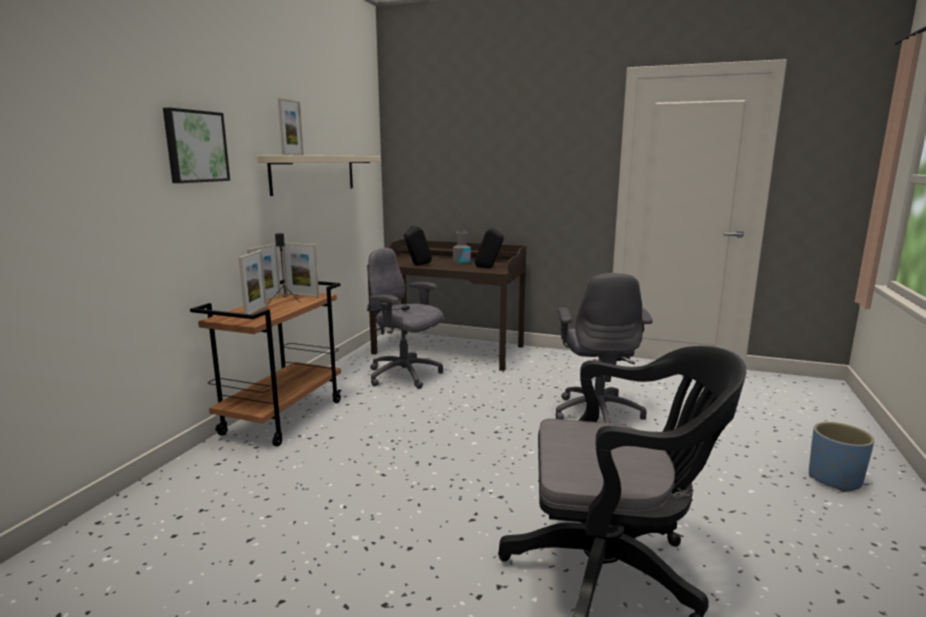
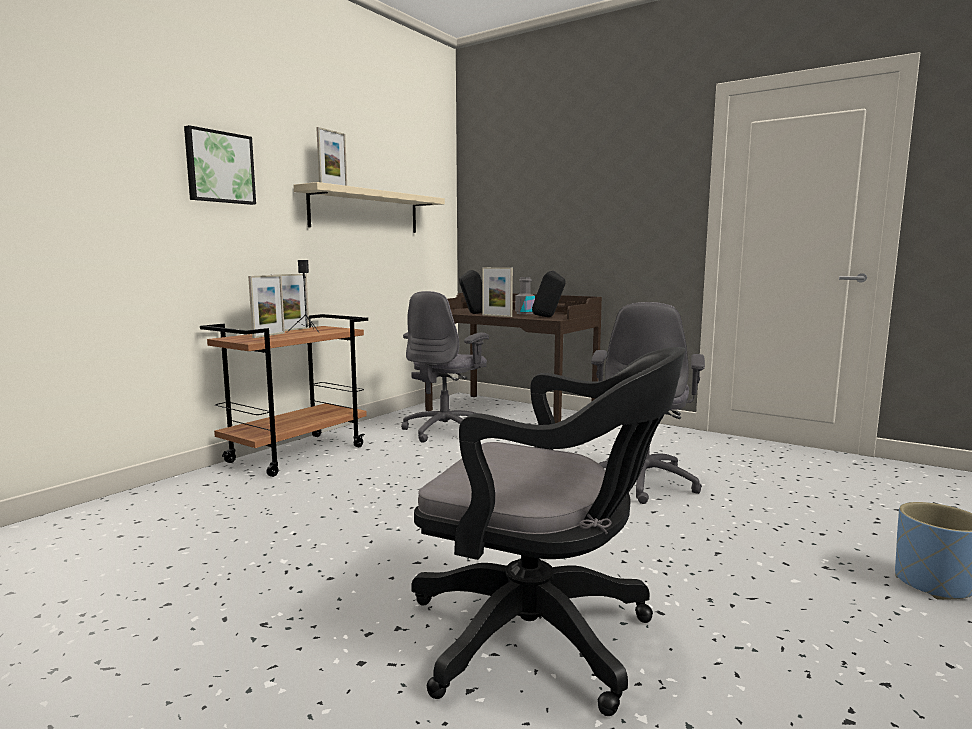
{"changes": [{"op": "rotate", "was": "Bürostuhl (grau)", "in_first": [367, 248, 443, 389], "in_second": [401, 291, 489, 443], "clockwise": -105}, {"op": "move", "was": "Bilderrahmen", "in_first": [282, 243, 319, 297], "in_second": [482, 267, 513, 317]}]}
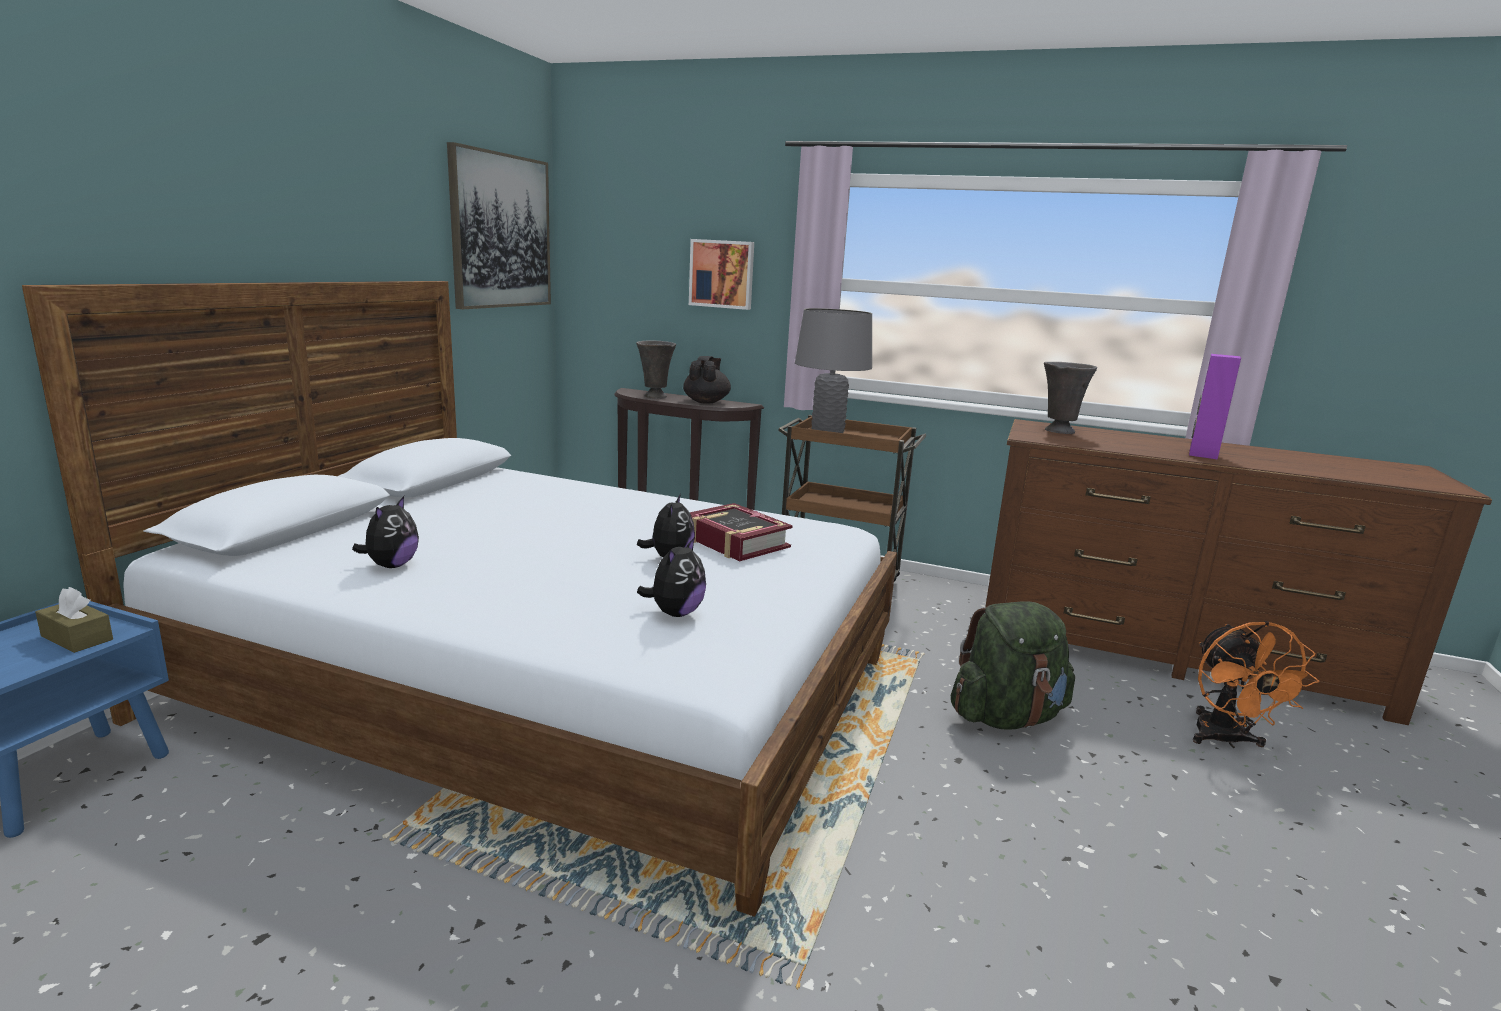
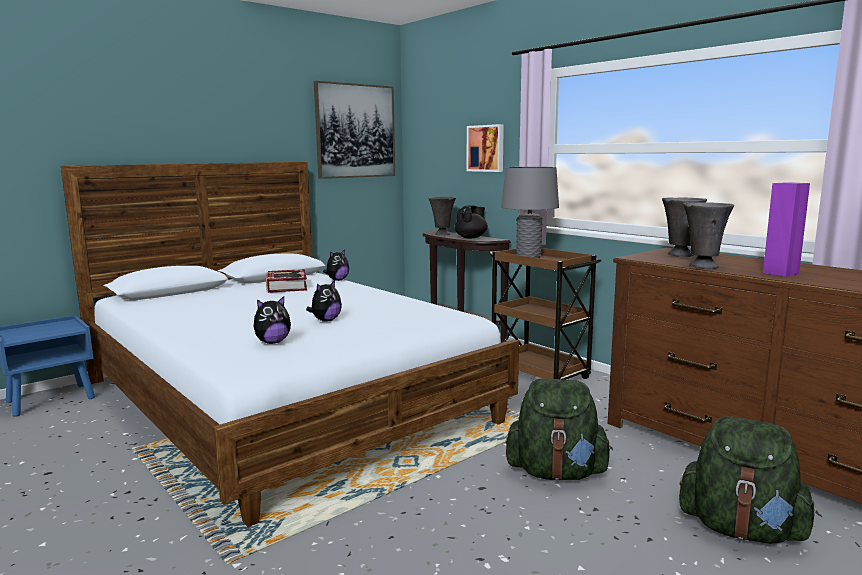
{"changes": [{"op": "move", "was": "Buch", "in_first": [690, 503, 793, 561], "in_second": [266, 269, 307, 293]}, {"op": "move", "was": "Plüschtier", "in_first": [352, 496, 419, 568], "in_second": [323, 249, 349, 281]}, {"op": "replace", "was": "Ventilator (orange)", "now": "Rucksack (grün)", "in_first": [1193, 621, 1319, 748], "in_second": [679, 416, 819, 544]}, {"op": "insert", "now": "Vase (grau)", "in_second": [683, 202, 734, 269]}, {"op": "delete", "was": "Taschentuchbox (braun)", "in_first": [35, 587, 113, 653]}]}
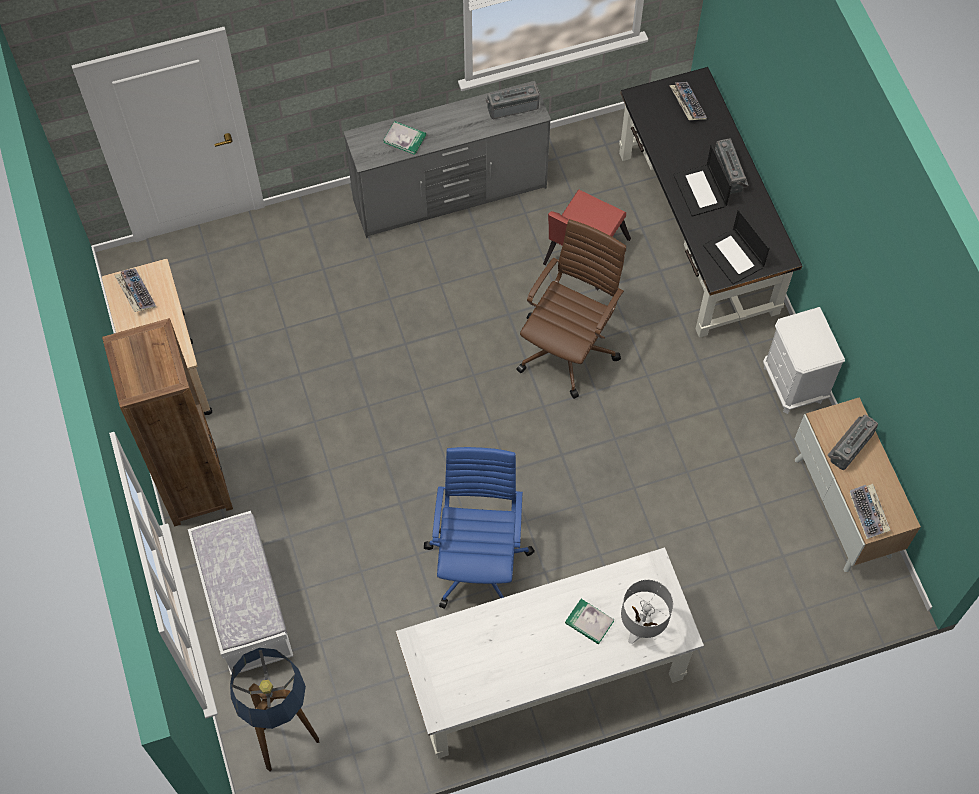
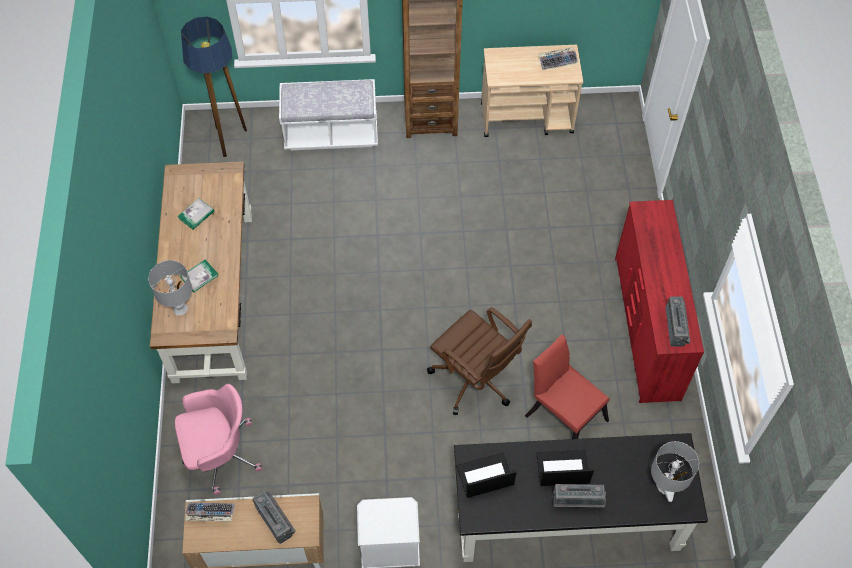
{"changes": [{"op": "recolor", "was": "Schreibtisch (weiß)", "now": "Schreibtisch (braun)", "in_first": [396, 547, 704, 759], "in_second": [150, 161, 252, 383]}, {"op": "insert", "now": "Bürostuhl (rosa)", "in_second": [175, 384, 262, 495]}, {"op": "move", "was": "Buch", "in_first": [383, 121, 426, 155], "in_second": [178, 198, 214, 230]}, {"op": "recolor", "was": "Kommode (grau)", "now": "Kommode (rot)", "in_first": [344, 81, 551, 238], "in_second": [615, 200, 704, 403]}, {"op": "replace", "was": "Tastatur", "now": "Tischlampe (grau)", "in_first": [669, 82, 707, 120], "in_second": [651, 441, 699, 502]}, {"op": "delete", "was": "Bürostuhl (blau)", "in_first": [424, 447, 535, 609]}]}
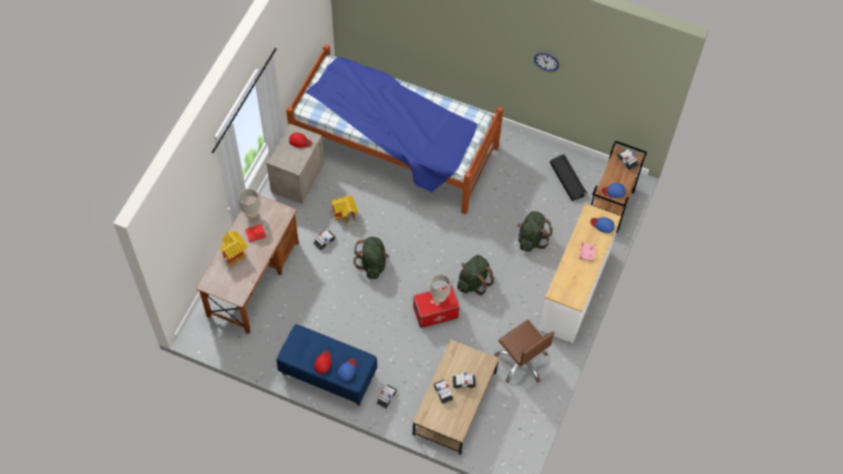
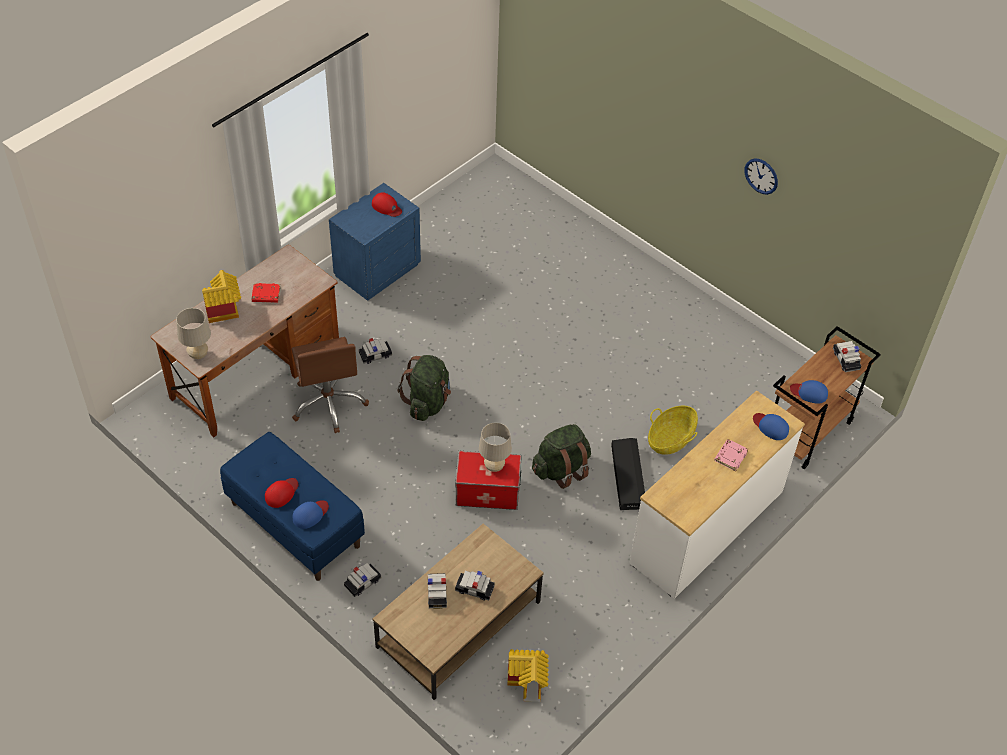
{"changes": [{"op": "move", "was": "Tischlampe (beige)", "in_first": [239, 189, 261, 219], "in_second": [176, 308, 211, 359]}, {"op": "move", "was": "Bürostuhl (braun)", "in_first": [495, 320, 555, 383], "in_second": [291, 337, 369, 433]}, {"op": "recolor", "was": "Nachttisch (beige)", "now": "Nachttisch (blau)", "in_first": [266, 123, 324, 204], "in_second": [329, 183, 421, 301]}, {"op": "move", "was": "Spielzeughaus", "in_first": [331, 195, 359, 225], "in_second": [507, 649, 549, 702]}, {"op": "move", "was": "Aufbewahrungsbox (schwarz)", "in_first": [550, 154, 587, 201], "in_second": [611, 438, 645, 510]}, {"op": "replace", "was": "Rucksack (grün)", "now": "Korb", "in_first": [517, 211, 552, 252], "in_second": [648, 406, 698, 455]}, {"op": "delete", "was": "Bett", "in_first": [286, 44, 504, 214]}]}
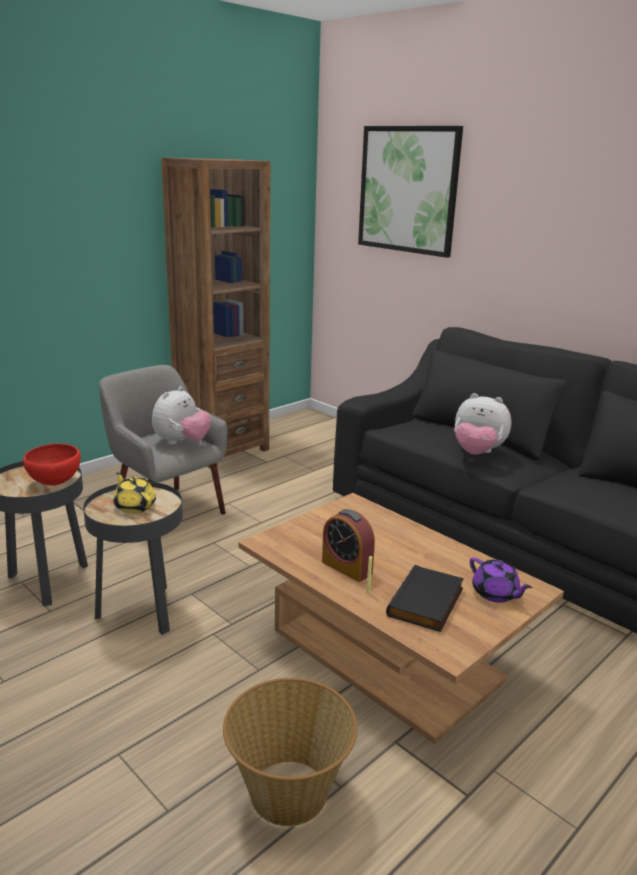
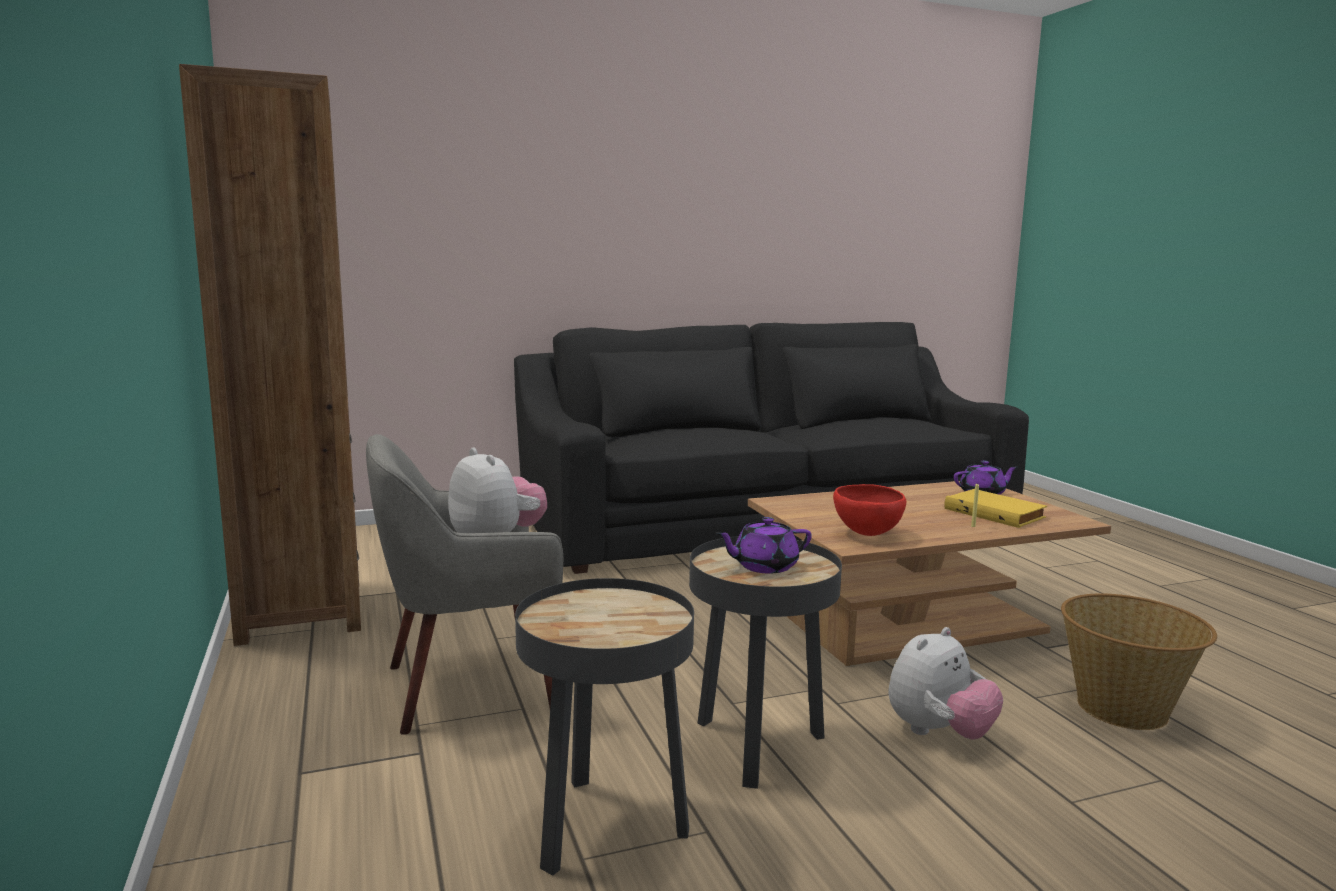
{"changes": [{"op": "recolor", "was": "Teekanne (gelb)", "now": "Teekanne (lila)", "in_first": [113, 472, 156, 513], "in_second": [716, 517, 812, 574]}, {"op": "move", "was": "Schüssel (rot)", "in_first": [23, 443, 81, 486], "in_second": [833, 484, 906, 536]}, {"op": "move", "was": "Plüschtier", "in_first": [454, 393, 512, 455], "in_second": [888, 627, 1003, 740]}, {"op": "recolor", "was": "Buch (schwarz)", "now": "Buch (gelb)", "in_first": [386, 565, 464, 632], "in_second": [944, 489, 1047, 528]}, {"op": "delete", "was": "Wecker", "in_first": [322, 509, 375, 582]}, {"op": "delete", "was": "Bild", "in_first": [358, 126, 463, 258]}]}
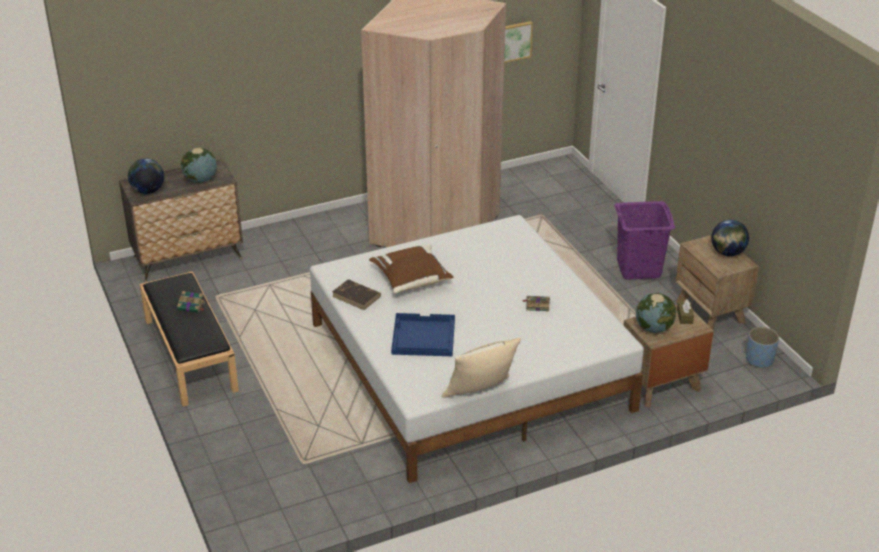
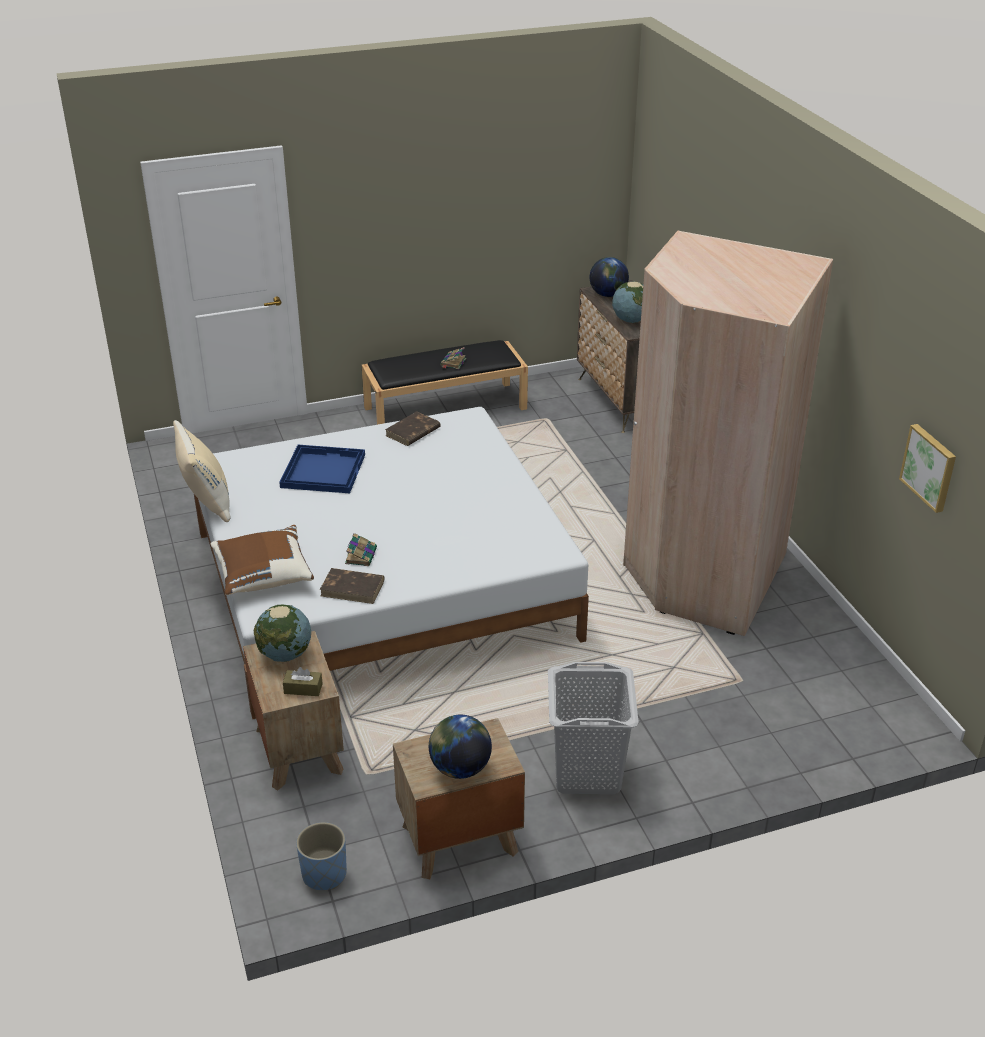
{"changes": [{"op": "move", "was": "Kissen (braun)", "in_first": [369, 244, 454, 294], "in_second": [211, 525, 314, 595]}, {"op": "insert", "now": "Buch (braun)", "in_second": [320, 568, 385, 604]}, {"op": "recolor", "was": "Wäschekorb (lila)", "now": "Wäschekorb (grau)", "in_first": [615, 201, 675, 280], "in_second": [548, 662, 639, 794]}]}
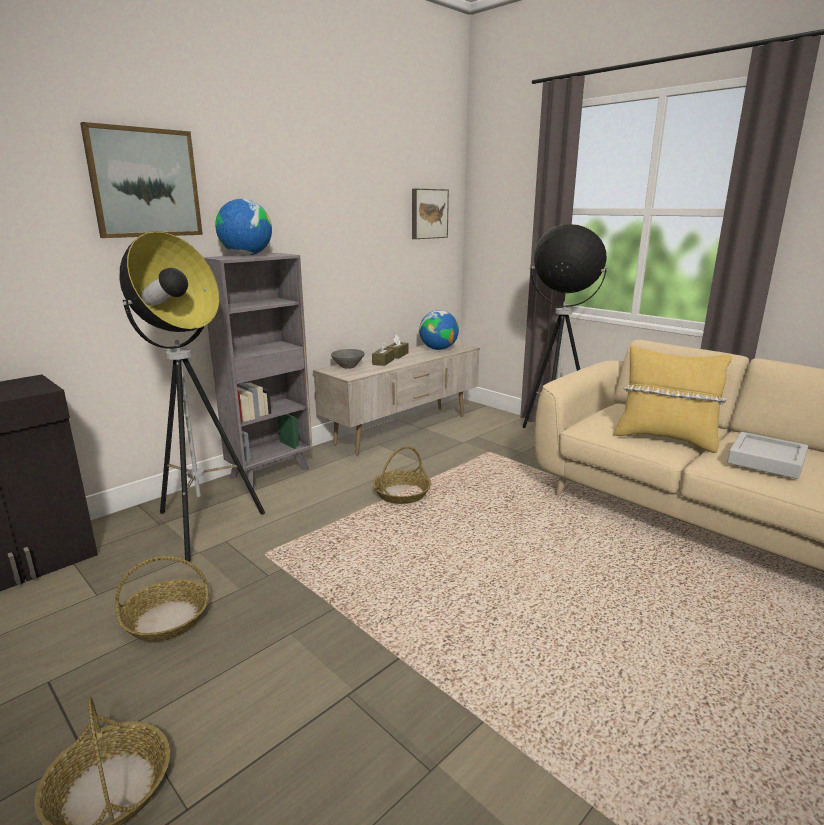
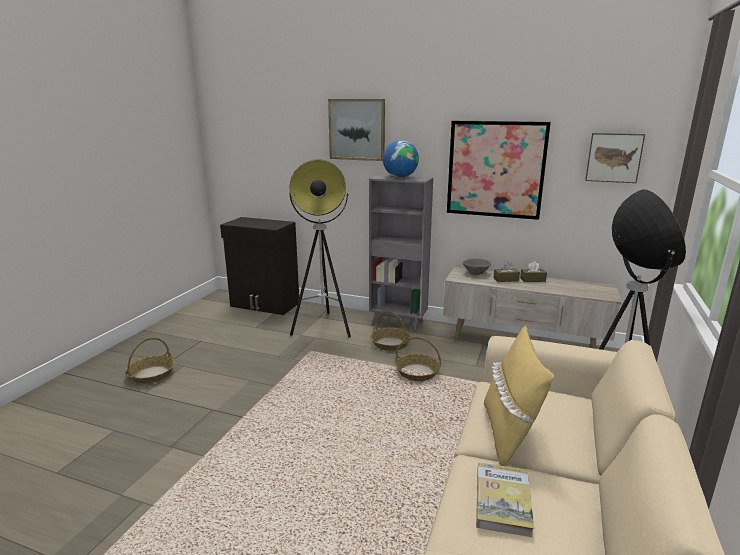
{"changes": [{"op": "move", "was": "Korb", "in_first": [115, 556, 209, 642], "in_second": [370, 311, 411, 351]}, {"op": "insert", "now": "Bild", "in_second": [447, 121, 551, 220]}, {"op": "replace", "was": "Tablett (grau)", "now": "Buch", "in_first": [727, 432, 808, 479], "in_second": [476, 463, 534, 537]}, {"op": "delete", "was": "Globus", "in_first": [419, 310, 459, 350]}]}
